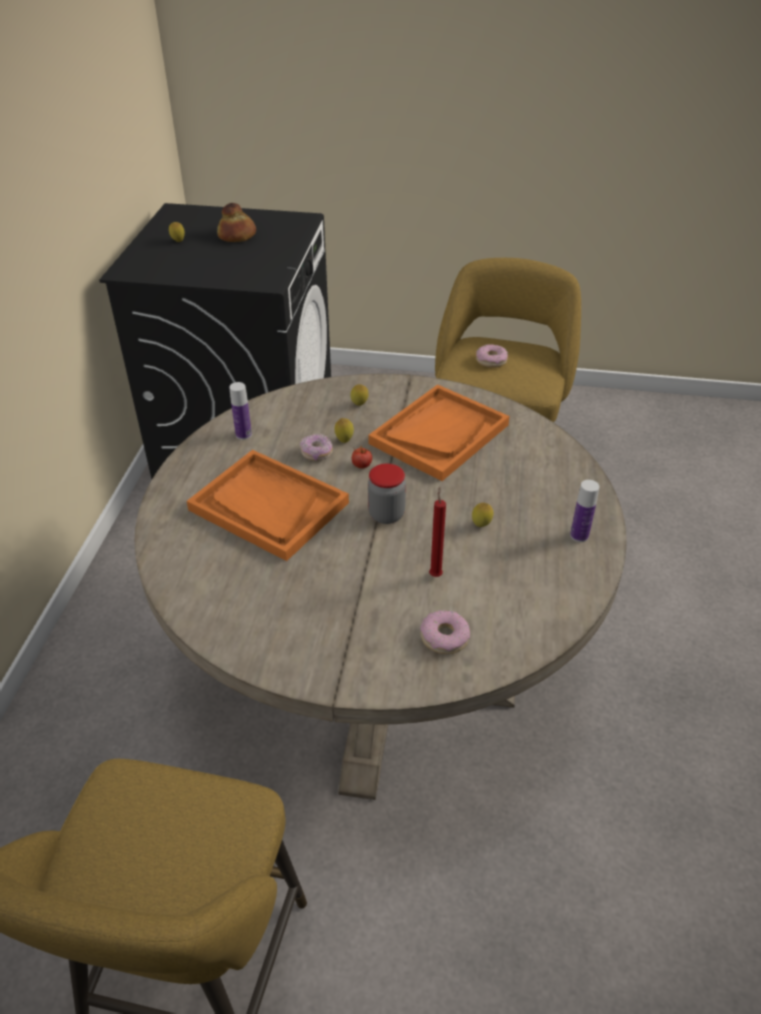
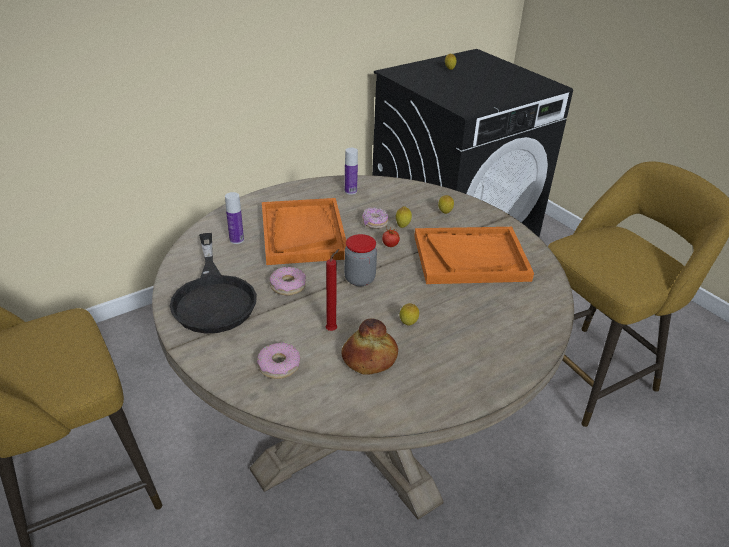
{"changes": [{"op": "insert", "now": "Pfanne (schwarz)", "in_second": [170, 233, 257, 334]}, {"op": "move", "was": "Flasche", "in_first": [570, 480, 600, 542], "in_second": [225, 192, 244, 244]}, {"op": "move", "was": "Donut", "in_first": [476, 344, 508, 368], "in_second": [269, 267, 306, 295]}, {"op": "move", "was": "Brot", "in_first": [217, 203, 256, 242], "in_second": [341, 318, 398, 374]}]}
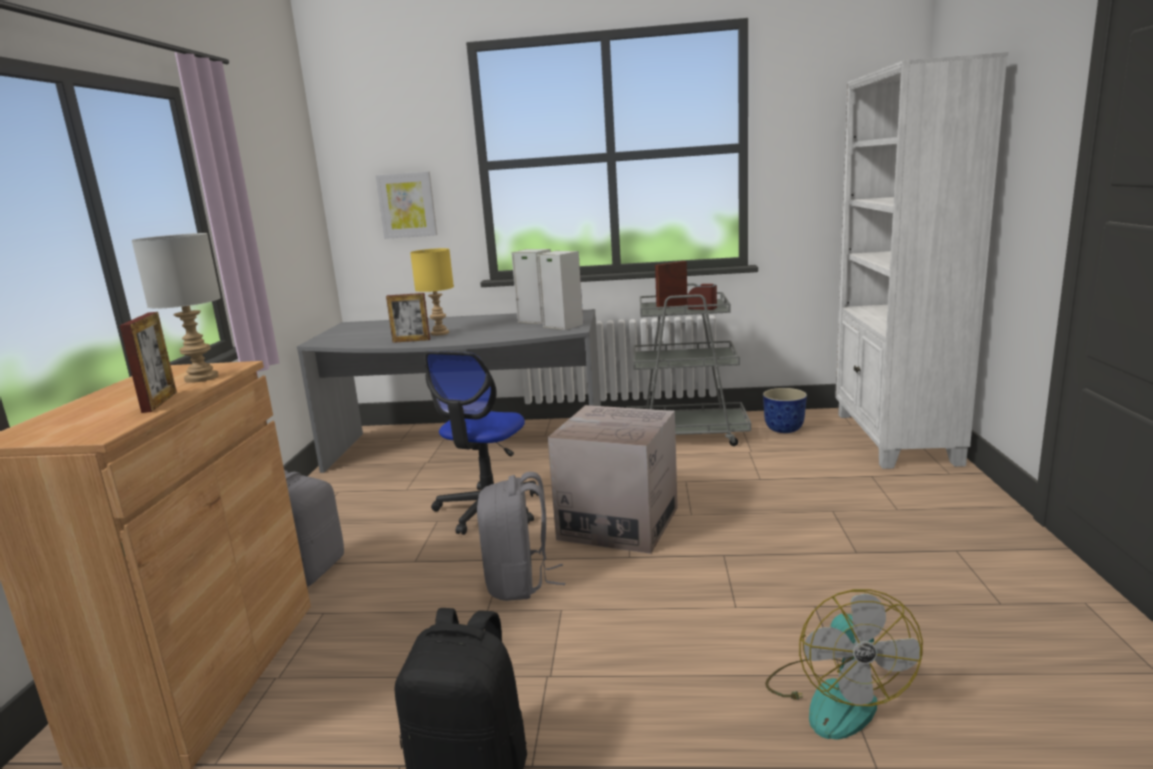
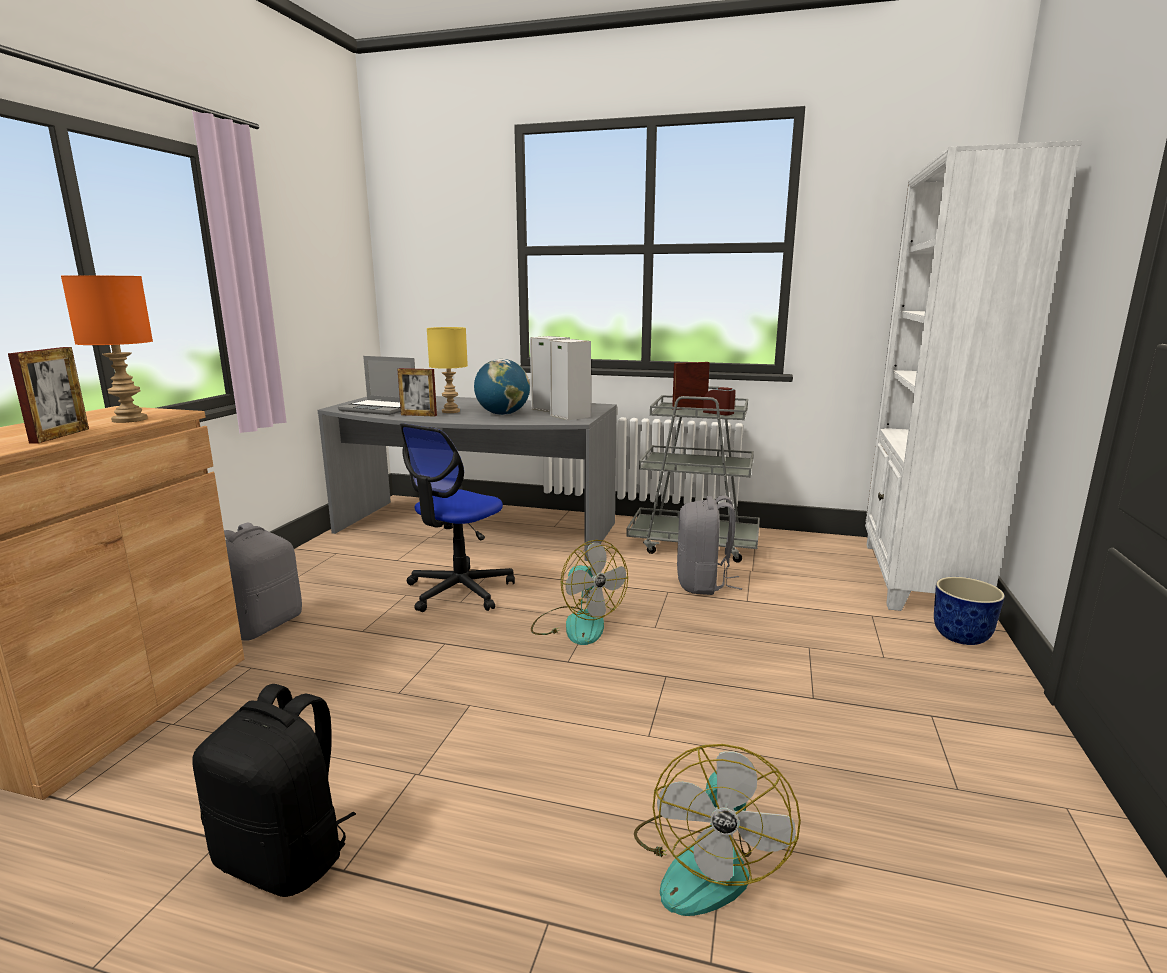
{"changes": [{"op": "recolor", "was": "Tischlampe (grau)", "now": "Tischlampe (orange)", "in_first": [131, 233, 221, 383], "in_second": [61, 275, 153, 423]}, {"op": "insert", "now": "Laptop", "in_second": [338, 356, 415, 415]}, {"op": "insert", "now": "Globus", "in_second": [474, 359, 530, 415]}, {"op": "replace", "was": "Karton", "now": "Ventilator", "in_first": [548, 405, 678, 554], "in_second": [531, 540, 628, 645]}, {"op": "move", "was": "Rucksack (grau)", "in_first": [477, 472, 565, 601], "in_second": [677, 495, 742, 595]}, {"op": "move", "was": "Pflanzkübel", "in_first": [763, 388, 807, 433], "in_second": [934, 577, 1005, 645]}, {"op": "delete", "was": "Bild", "in_first": [376, 172, 437, 239]}]}
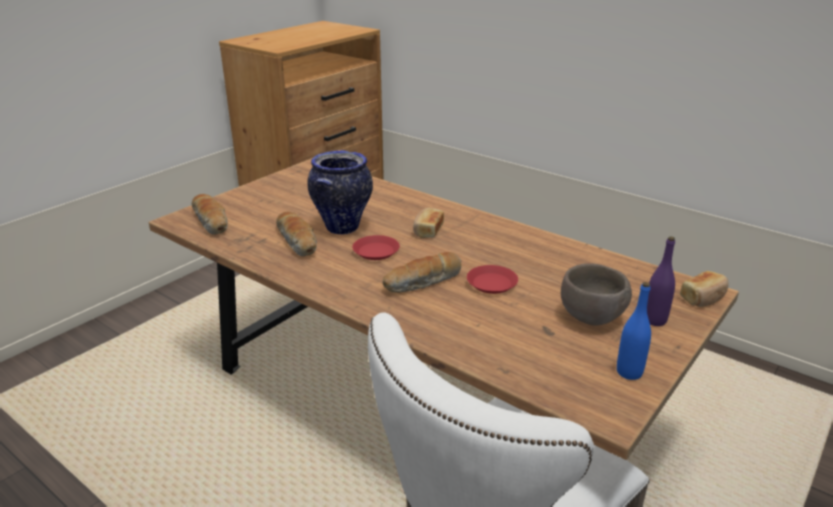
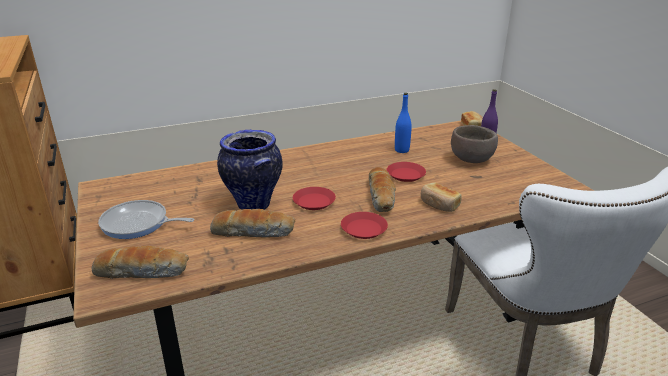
{"changes": [{"op": "insert", "now": "Pfanne", "in_second": [98, 200, 194, 239]}, {"op": "insert", "now": "Teller (rot)", "in_second": [341, 212, 388, 239]}, {"op": "move", "was": "Flasche (blau)", "in_first": [617, 282, 651, 380], "in_second": [395, 93, 412, 153]}, {"op": "move", "was": "Brot", "in_first": [413, 208, 444, 238], "in_second": [421, 183, 462, 212]}]}
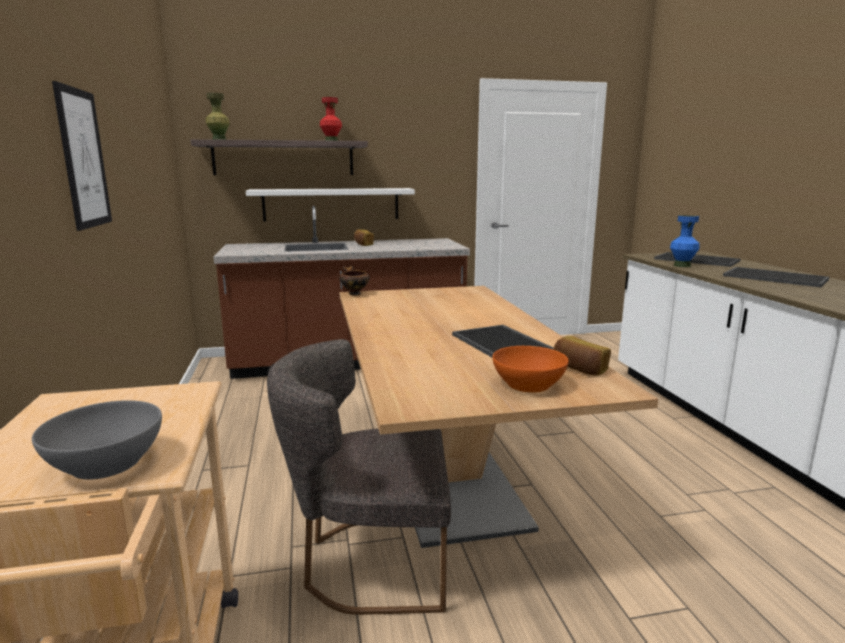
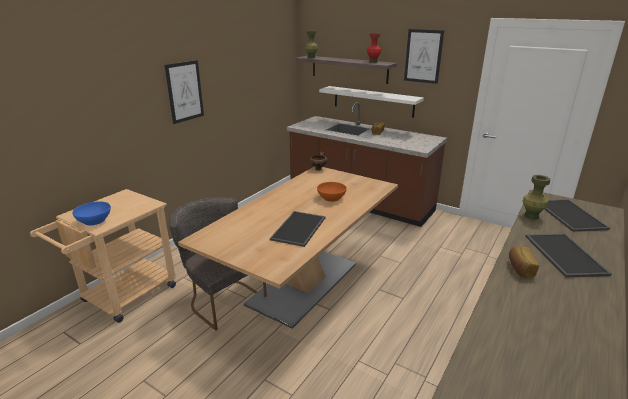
{"changes": [{"op": "recolor", "was": "Schüssel (grau)", "now": "Schüssel (blau)", "in_first": [32, 400, 162, 480], "in_second": [72, 201, 111, 225]}, {"op": "move", "was": "Schüssel (orange)", "in_first": [492, 346, 569, 393], "in_second": [317, 182, 347, 202]}, {"op": "insert", "now": "Bild", "in_second": [404, 29, 444, 84]}, {"op": "move", "was": "Brot", "in_first": [553, 336, 611, 376], "in_second": [509, 246, 539, 277]}, {"op": "recolor", "was": "Vase (blau)", "now": "Vase (grün)", "in_first": [670, 215, 699, 267], "in_second": [522, 175, 551, 220]}]}
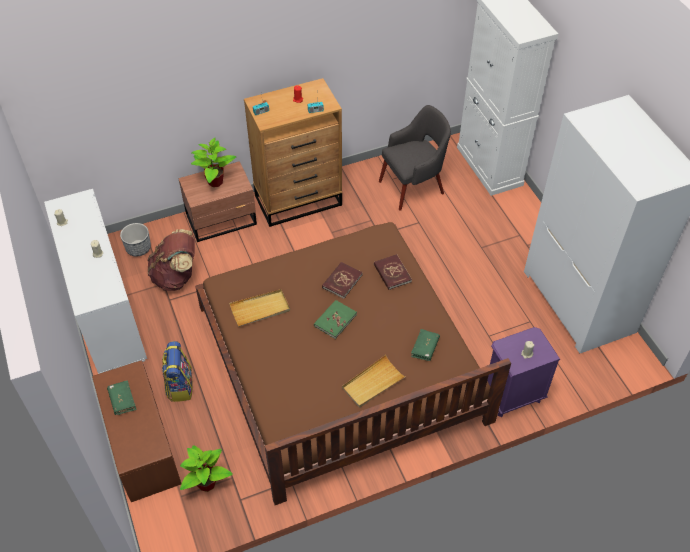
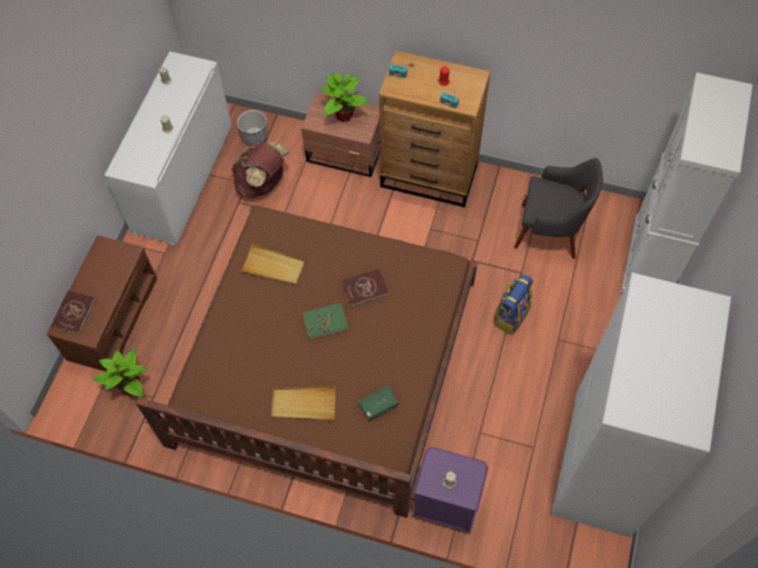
{"changes": [{"op": "move", "was": "Buch (rot)", "in_first": [374, 254, 412, 290], "in_second": [51, 291, 96, 334]}, {"op": "move", "was": "Rucksack", "in_first": [162, 341, 192, 402], "in_second": [494, 275, 533, 335]}, {"op": "delete", "was": "Buch (grün)", "in_first": [107, 380, 137, 415]}]}
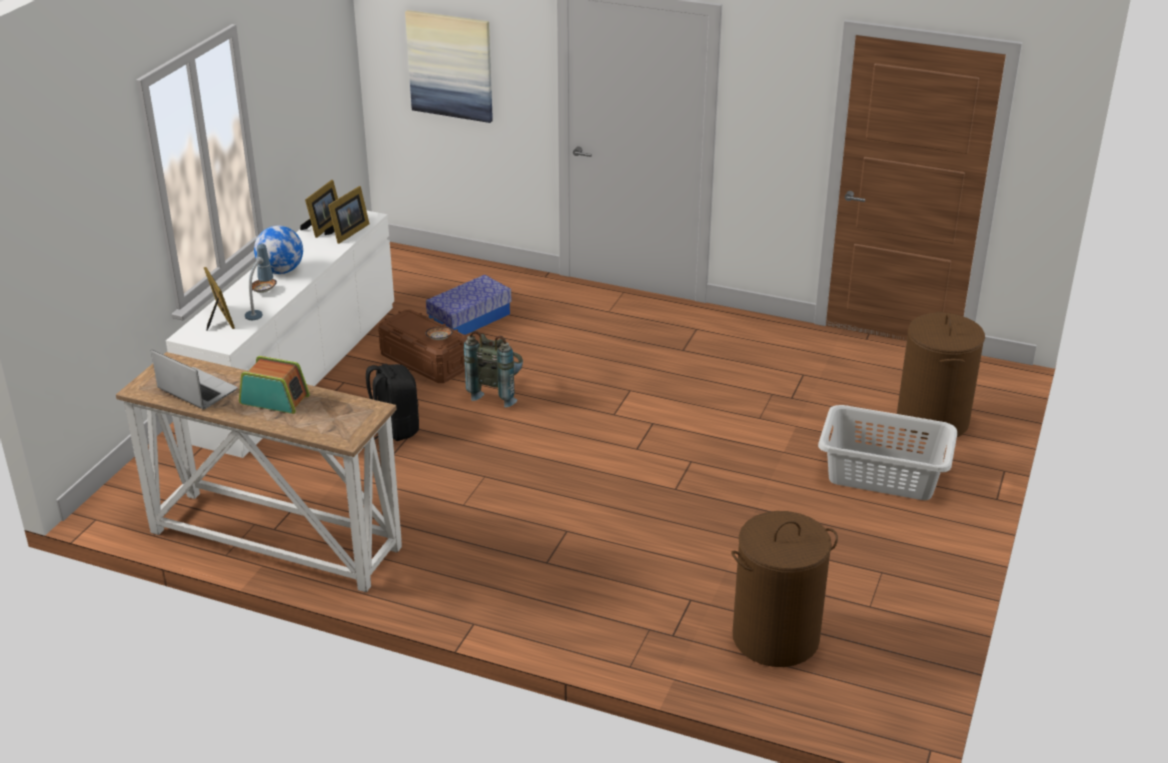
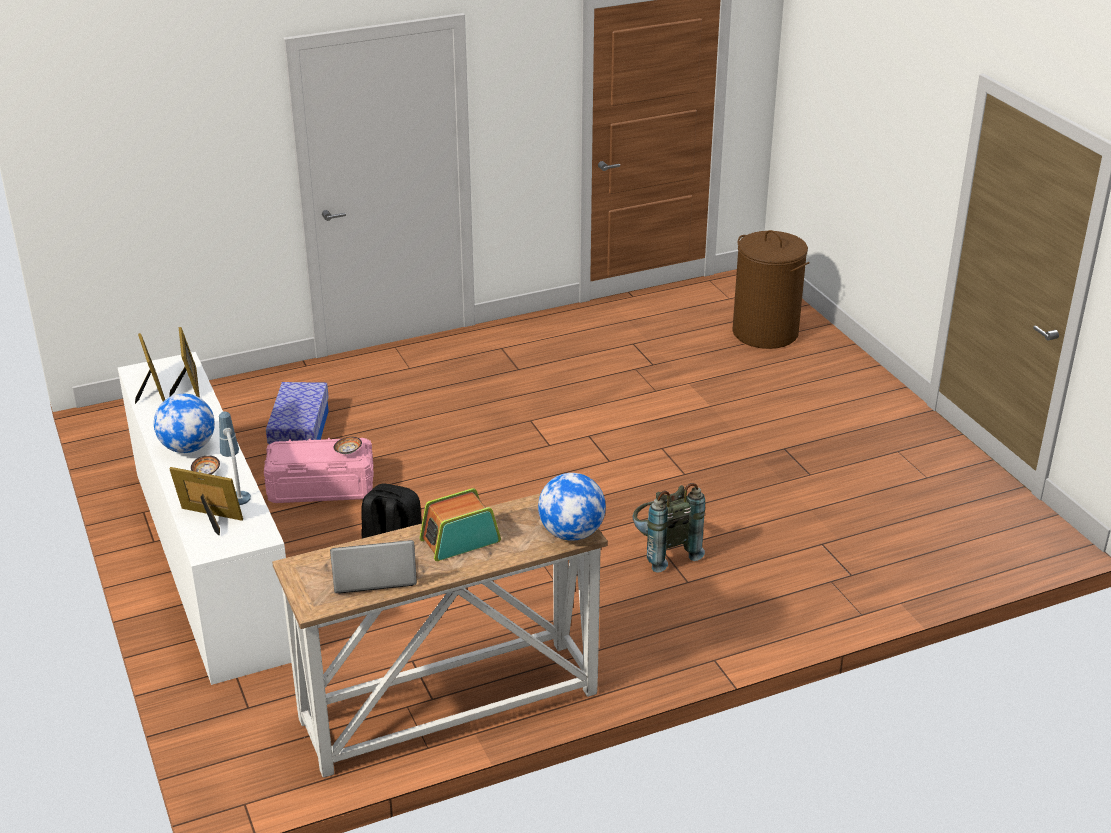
{"changes": [{"op": "recolor", "was": "Aufbewahrungsbox (braun)", "now": "Aufbewahrungsbox (rosa)", "in_first": [378, 310, 468, 383], "in_second": [264, 438, 374, 503]}, {"op": "insert", "now": "Globus", "in_second": [538, 473, 606, 541]}, {"op": "move", "was": "Rucksack (grau)", "in_first": [464, 331, 523, 408], "in_second": [632, 483, 705, 573]}, {"op": "delete", "was": "Bild", "in_first": [405, 10, 493, 123]}, {"op": "delete", "was": "Wäschekorb (braun)", "in_first": [731, 511, 838, 667]}, {"op": "delete", "was": "Wäschekorb (grau)", "in_first": [818, 405, 957, 500]}]}
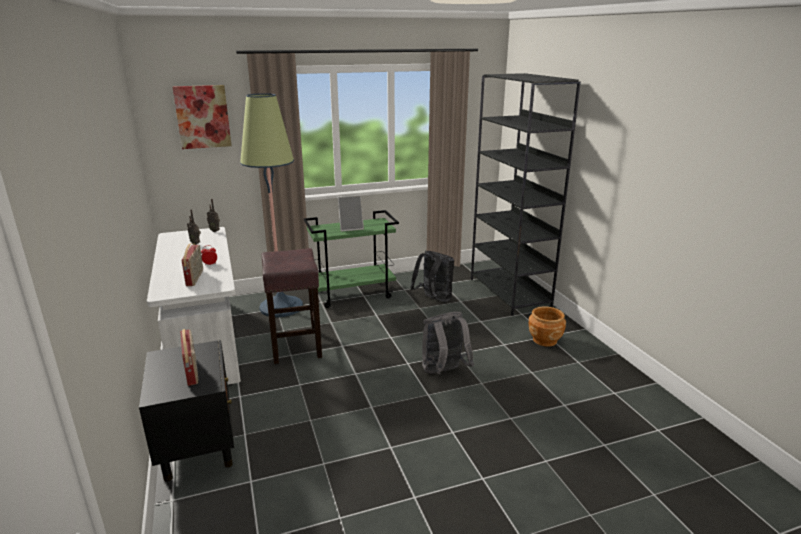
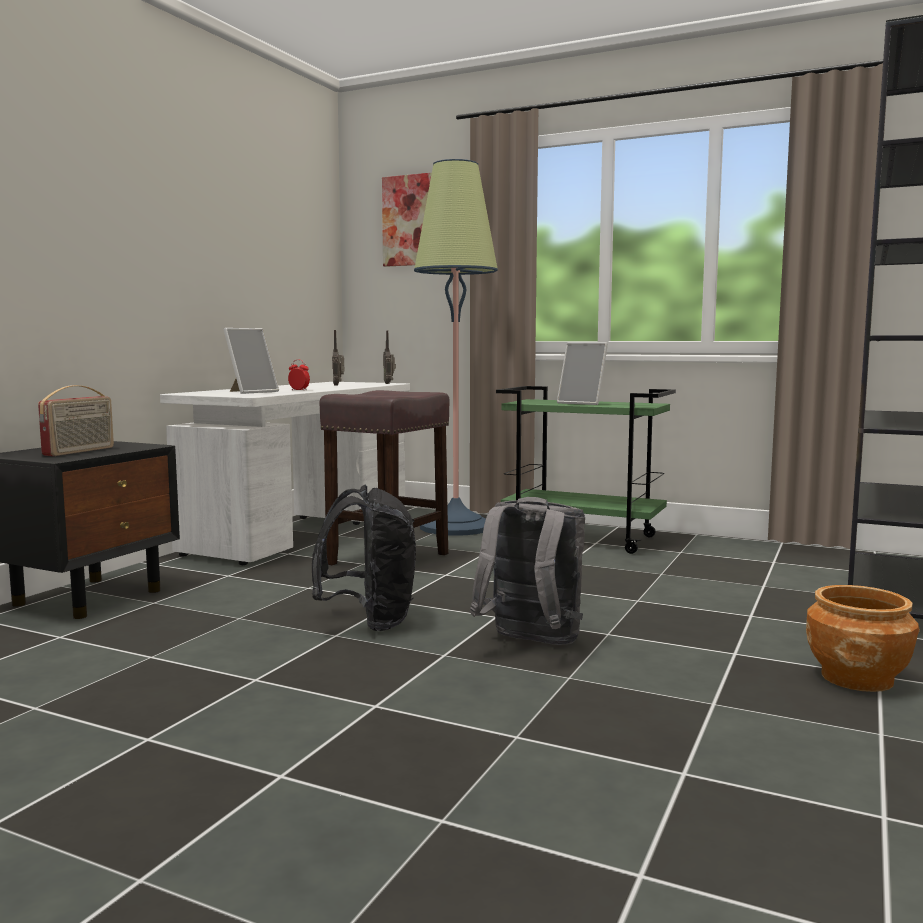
{"changes": [{"op": "replace", "was": "Radio", "now": "Bilderrahmen", "in_first": [182, 243, 203, 286], "in_second": [223, 328, 279, 394]}, {"op": "move", "was": "Rucksack (schwarz)", "in_first": [410, 251, 454, 302], "in_second": [312, 484, 416, 631]}]}
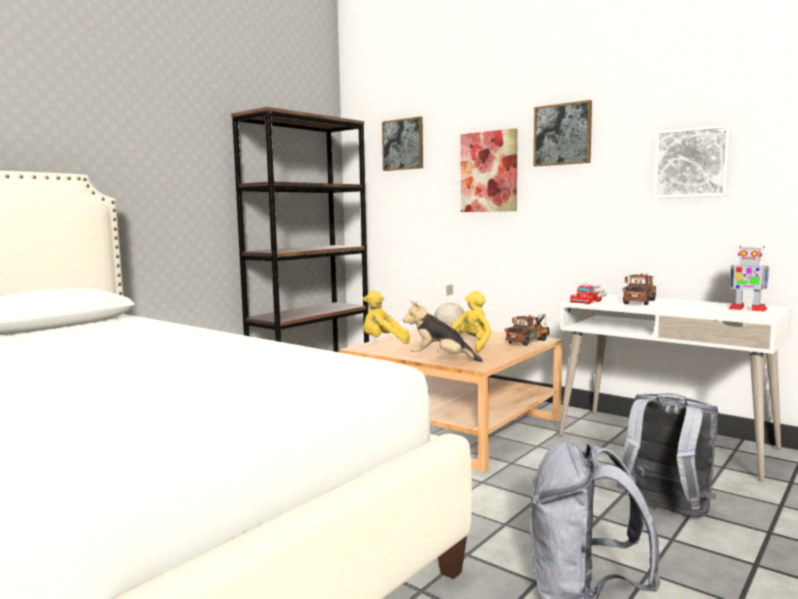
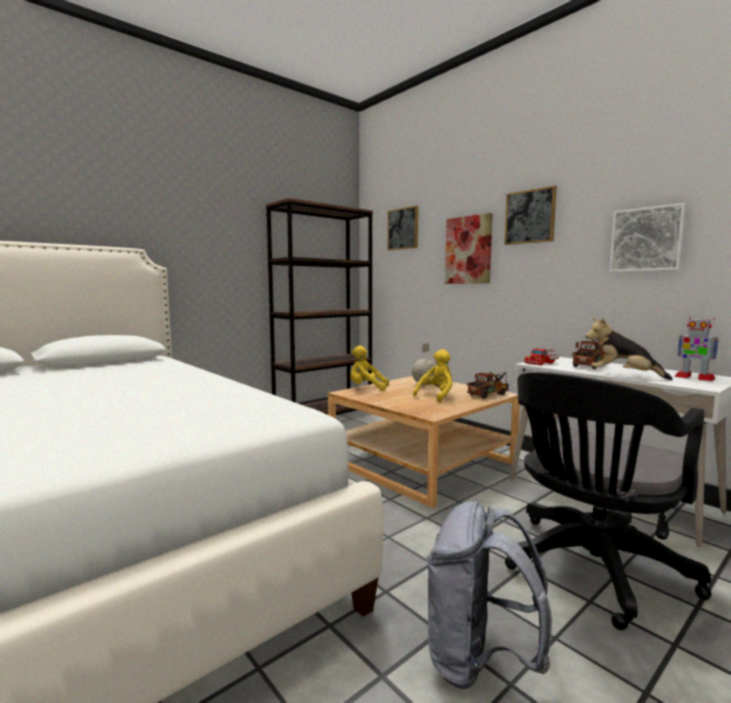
{"changes": [{"op": "replace", "was": "Rucksack (grau)", "now": "Bürostuhl (schwarz)", "in_first": [616, 393, 719, 518], "in_second": [505, 372, 712, 630]}, {"op": "move", "was": "Plüschtier", "in_first": [403, 301, 483, 362], "in_second": [586, 318, 673, 380]}]}
